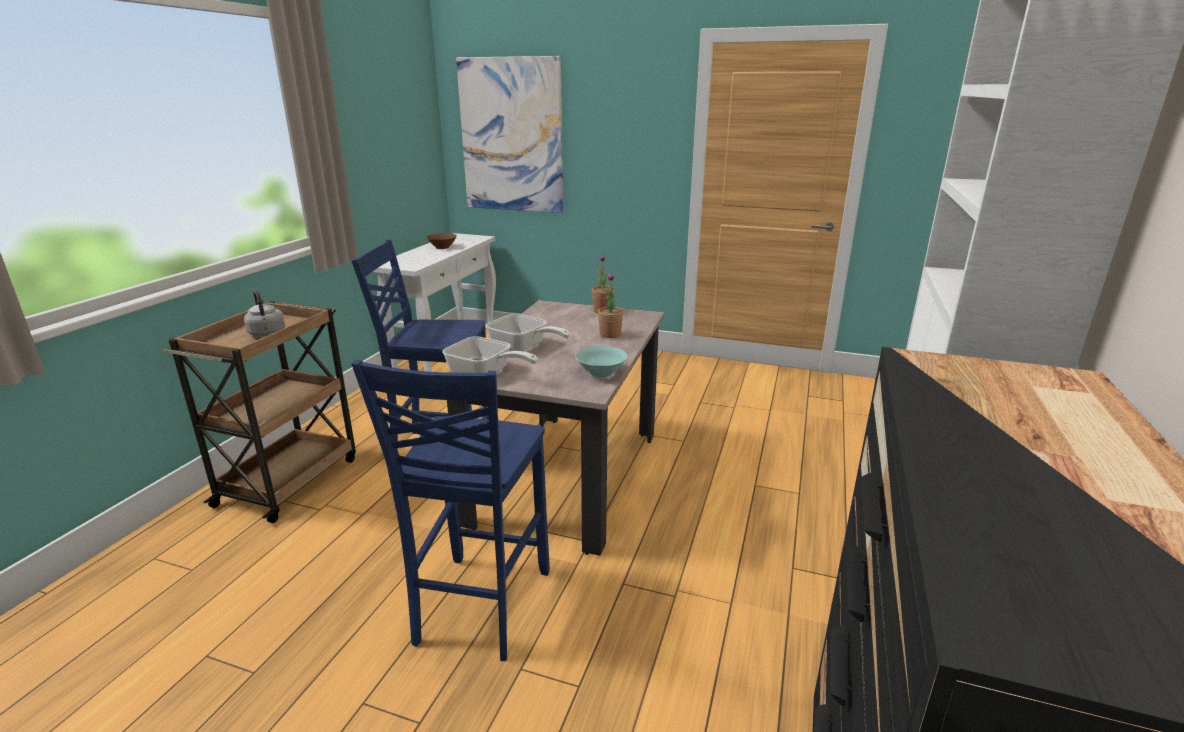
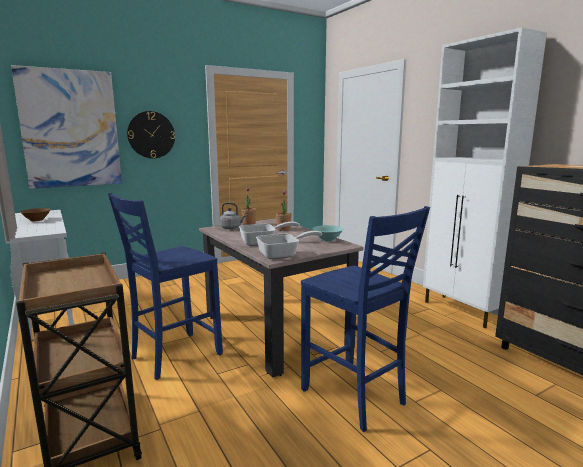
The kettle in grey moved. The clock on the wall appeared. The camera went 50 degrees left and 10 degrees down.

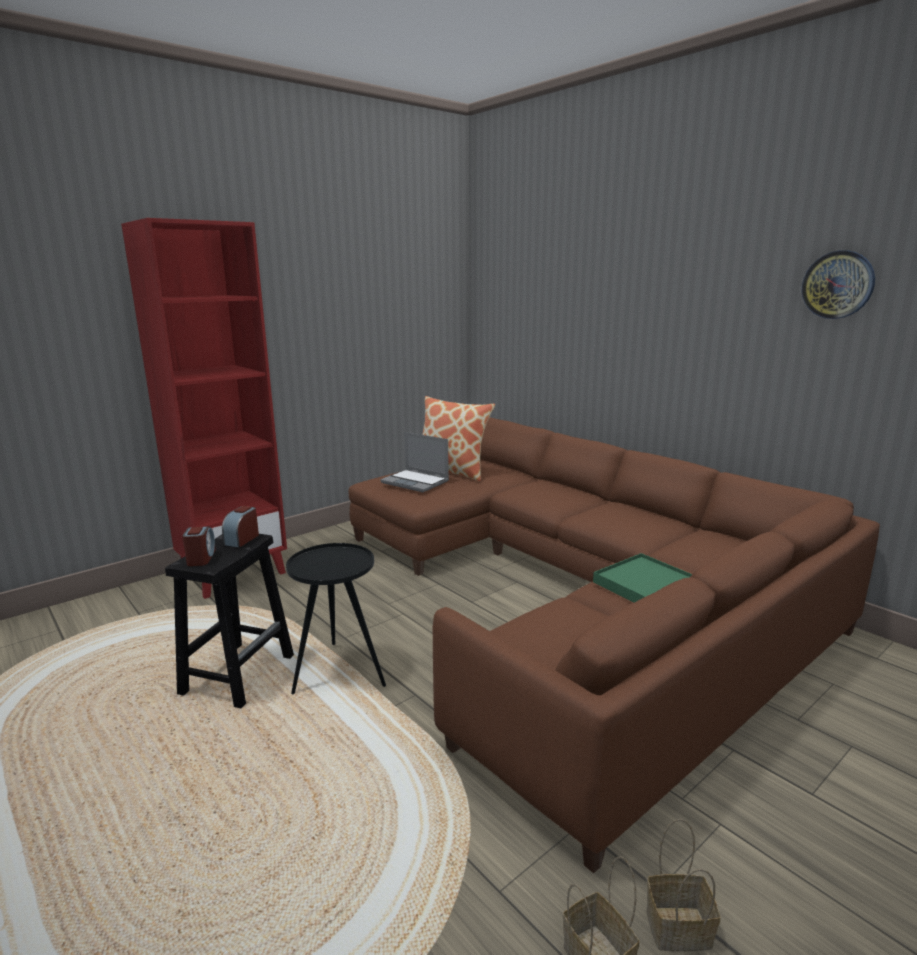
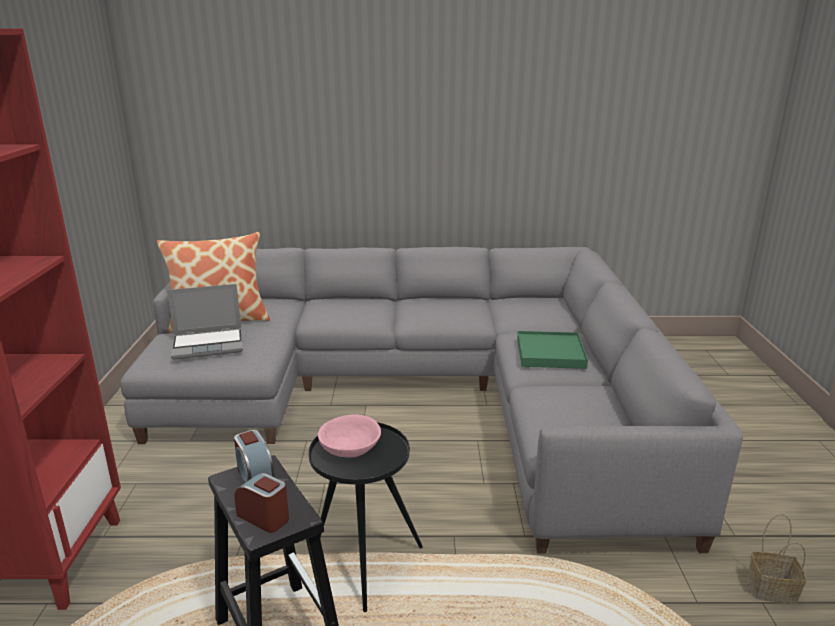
The sofa in brownish became the sofa in grey. The household basket (2nd from left) disappeared. The clock on the wall disappeared. The serving bowl in pink appeared. The camera went 50 degrees left and 5 degrees up.

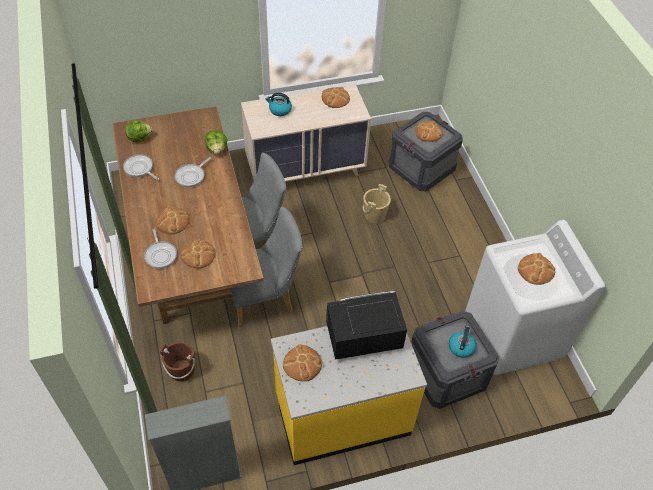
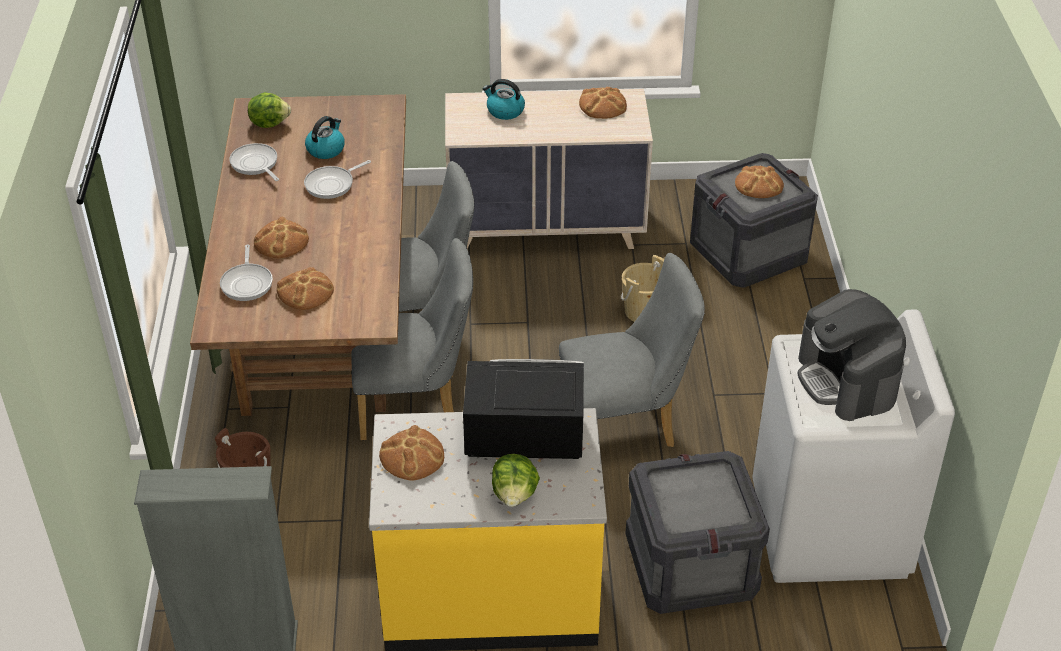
The head of lettuce (2nd from left) moved. The kettle (2nd from left in the first image) moved. The baked bread (6th from left) was replaced by the coffee brewer. The upright chair in grey (3rd from left) appeared. The camera went 15 degrees right and 10 degrees down.

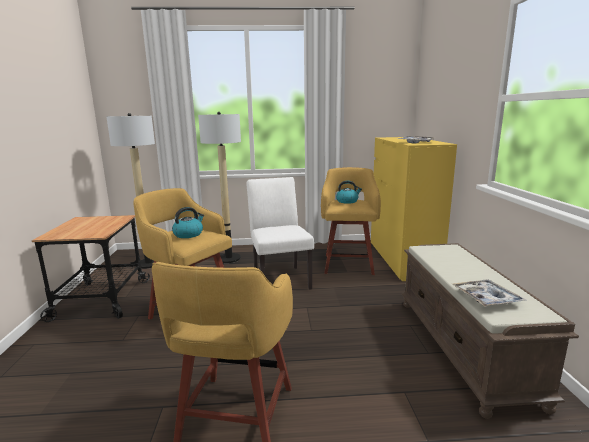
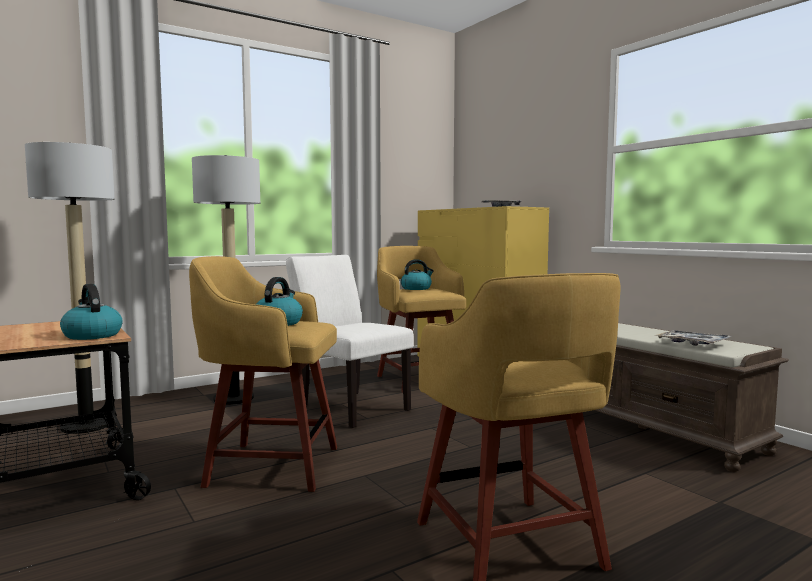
The kettle (1st from left) appeared. The camera went 30 degrees left and 10 degrees down.

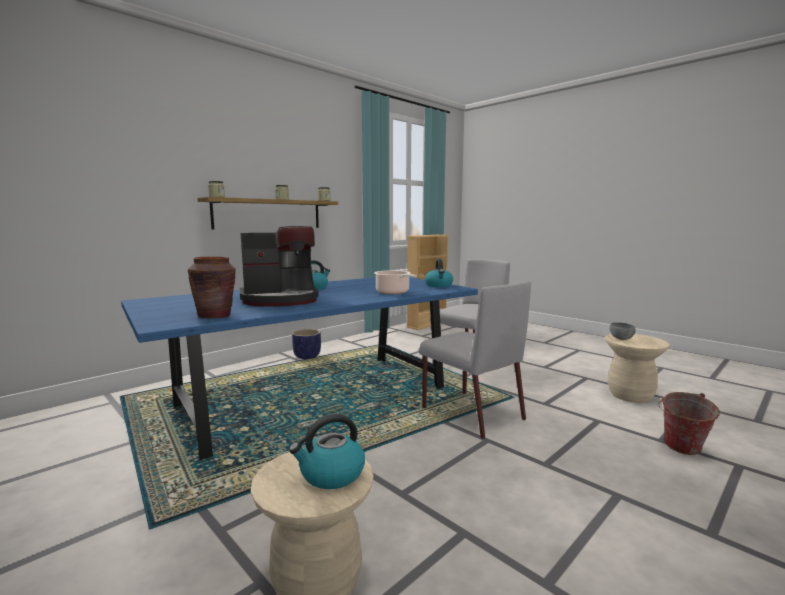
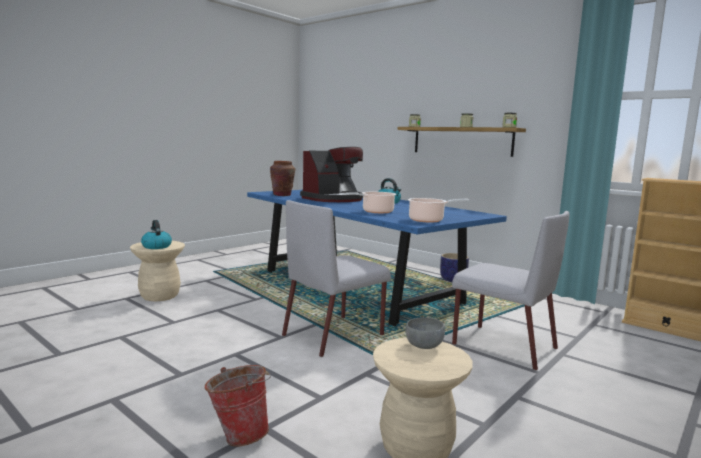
The coffee brewer turned 105 degrees counterclockwise. The kettle (3rd from left) was replaced by the cooking pot (2nd from left). The camera went 85 degrees right and 0 degrees up.

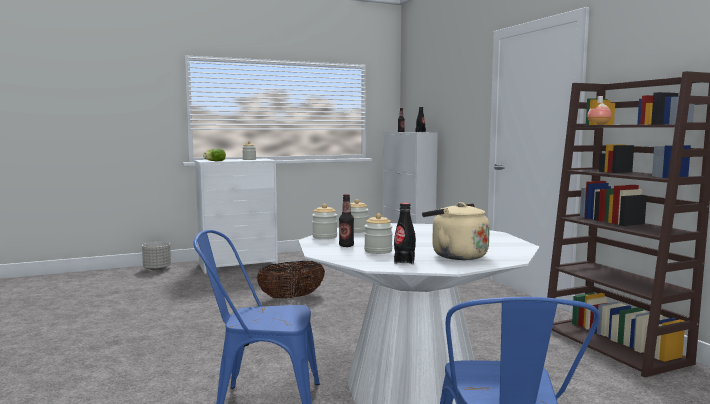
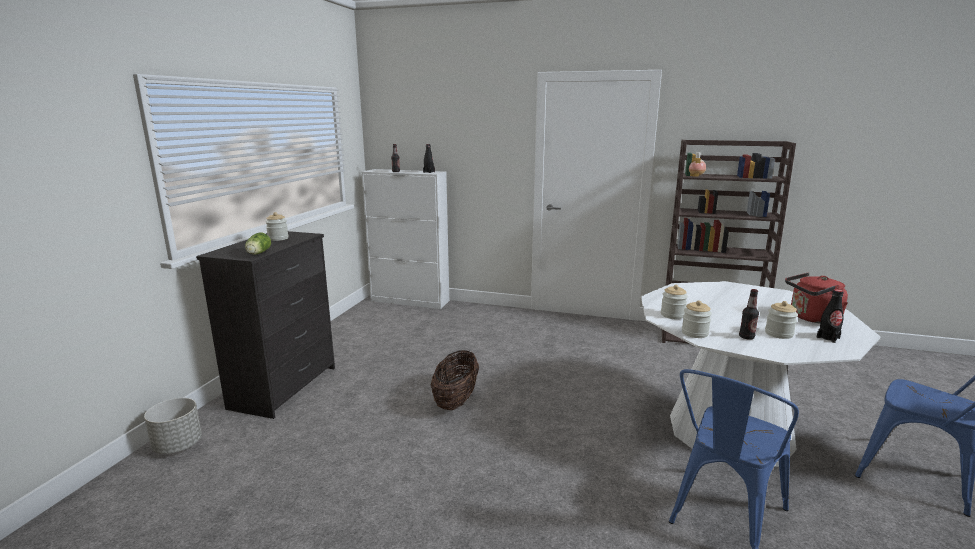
The dresser in whitish became the dresser in black-coloured. The kettle in beige became the kettle in red-coloured. The camera went 50 degrees left and 10 degrees up.

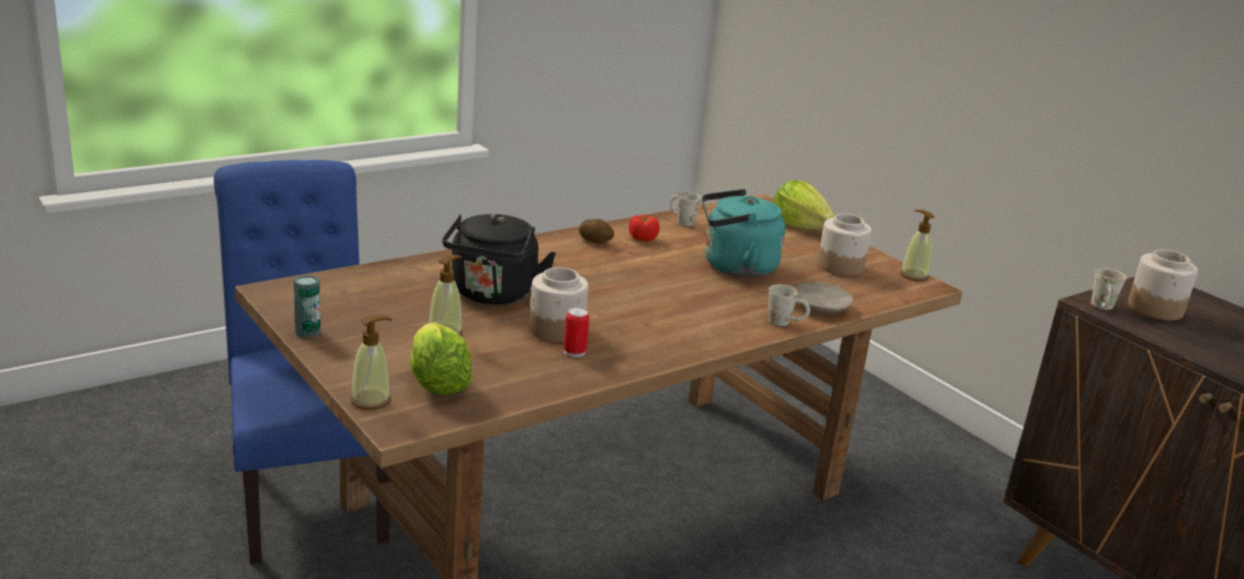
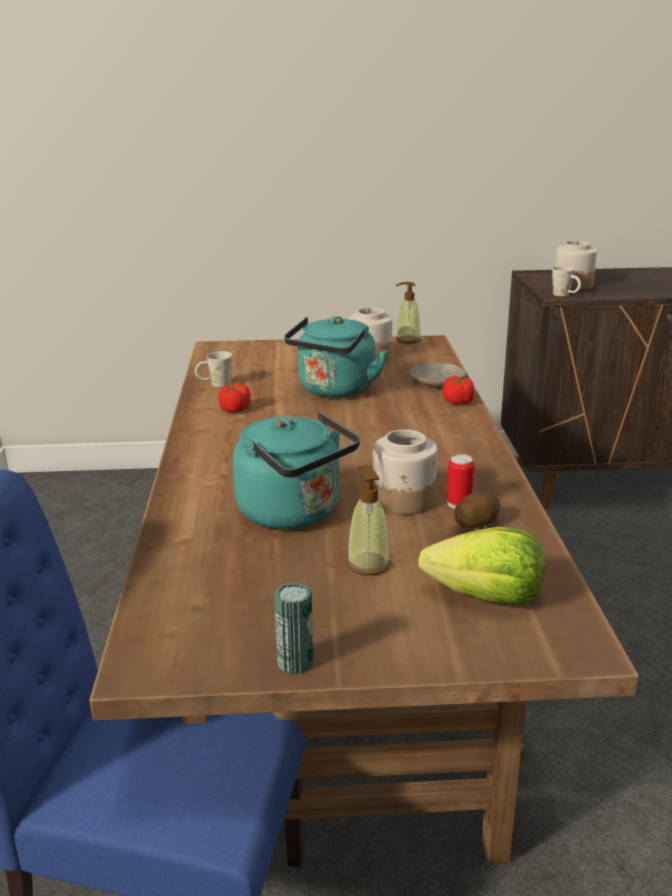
The soap dispenser (1st from left) disappeared. The kettle in black-coloured became the kettle in turquoise-coloured (1st from left). The spud moved. The tea mug in whitish (2nd from left) was replaced by the tomato (2nd from left). The head of lettuce (2nd from left) disappeared. The camera went 55 degrees left and 0 degrees up.

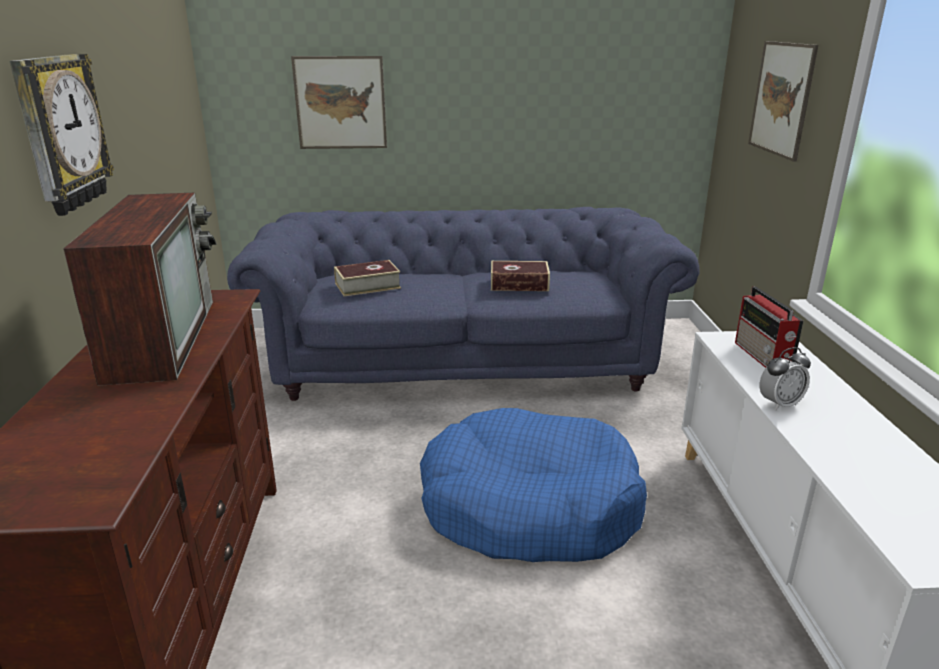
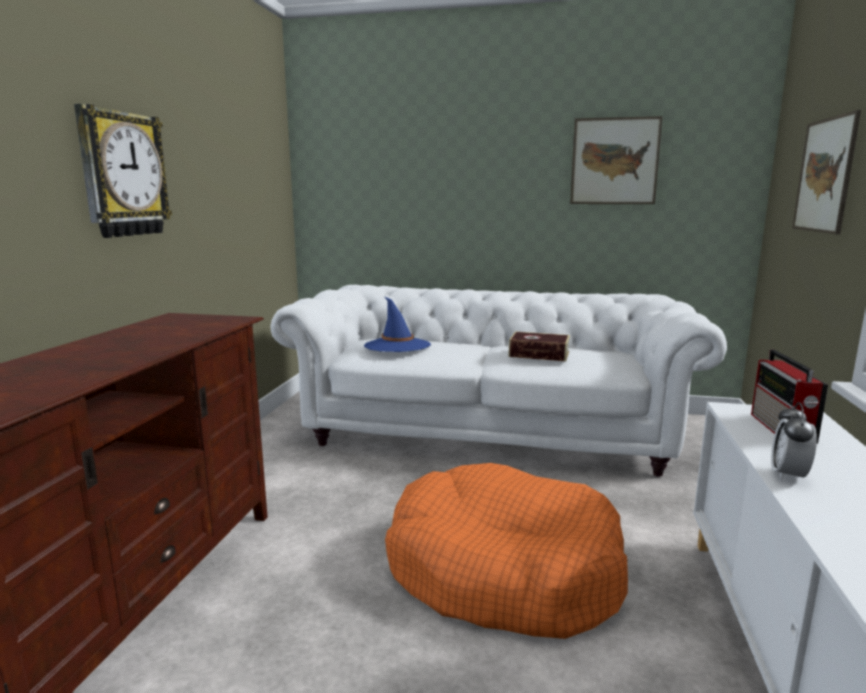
The TV disappeared. The sofa in blue-coloured became the sofa in whitish. The wall art (1st from left) moved. The volume (1st from left) was replaced by the wearable hat in blue-coloured. The dog cushion in blue-coloured became the dog cushion in orange. The table clock turned 120 degrees clockwise. The camera went 15 degrees right and 10 degrees down.

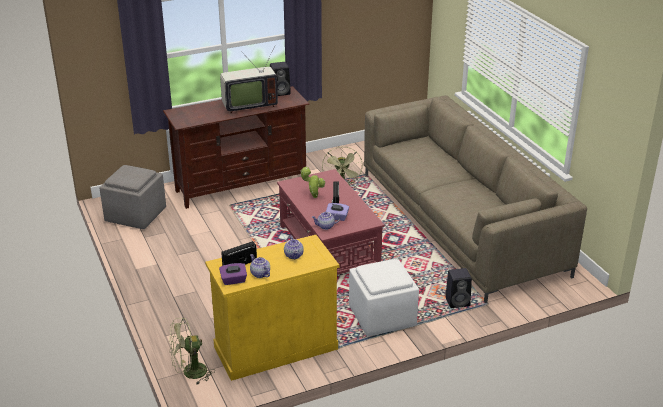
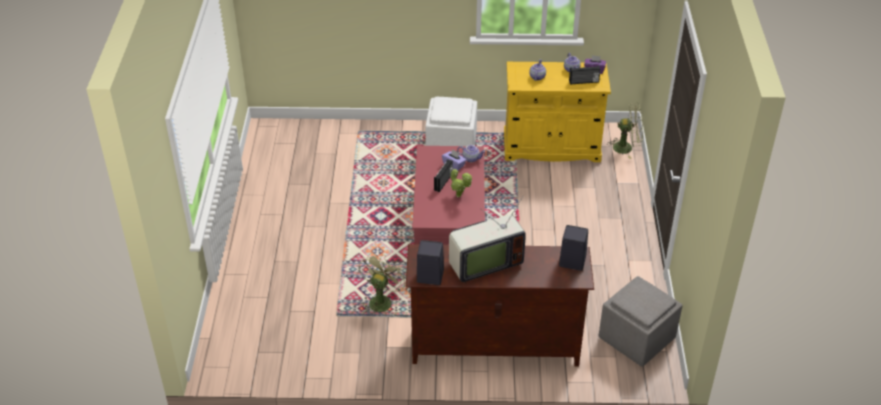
The TV turned 150 degrees clockwise. The sofa in beige disappeared. The loudspeaker in black-coloured (2nd from left) moved. The camera went 155 degrees left and 10 degrees up.

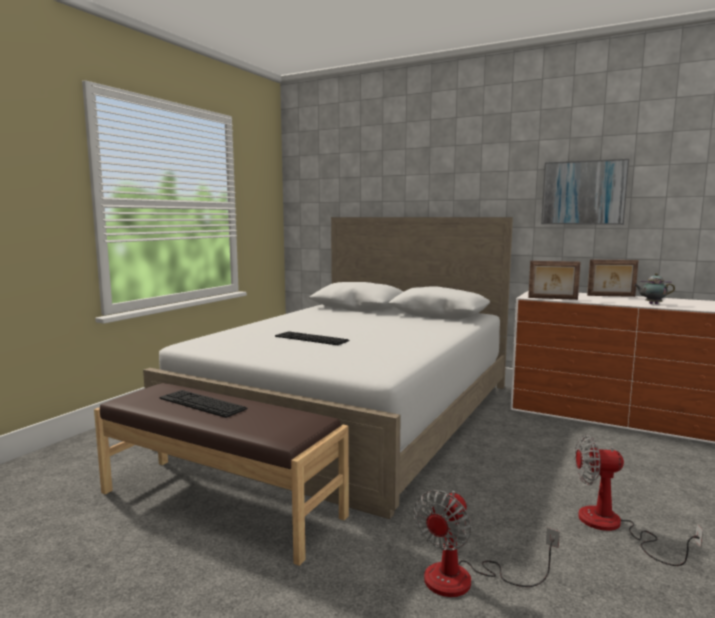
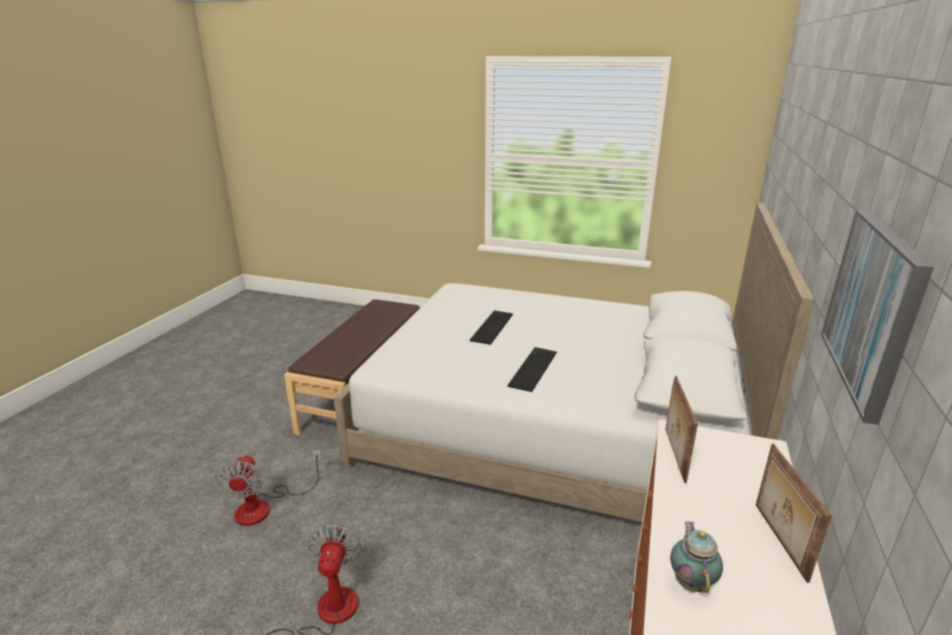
The computer keyboard (1st from left in the first image) moved. The electric fan (1st from left) turned 120 degrees counterclockwise. The camera went 80 degrees right and 15 degrees up.

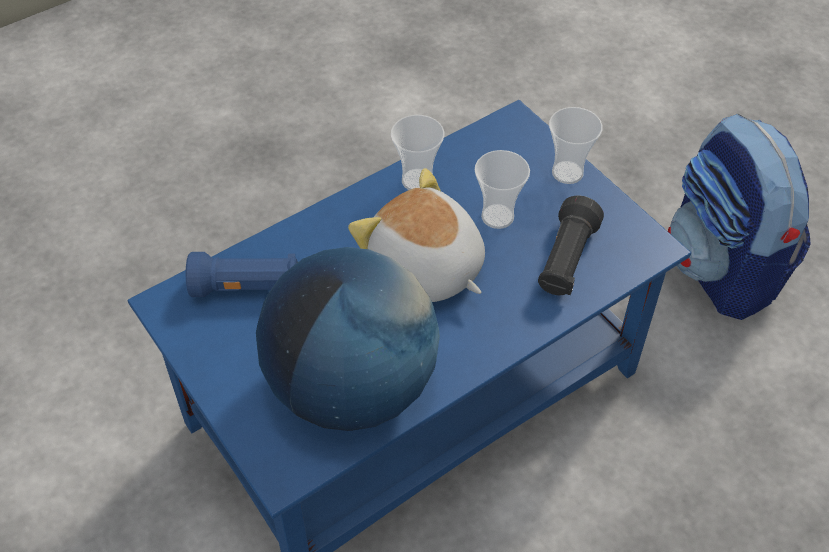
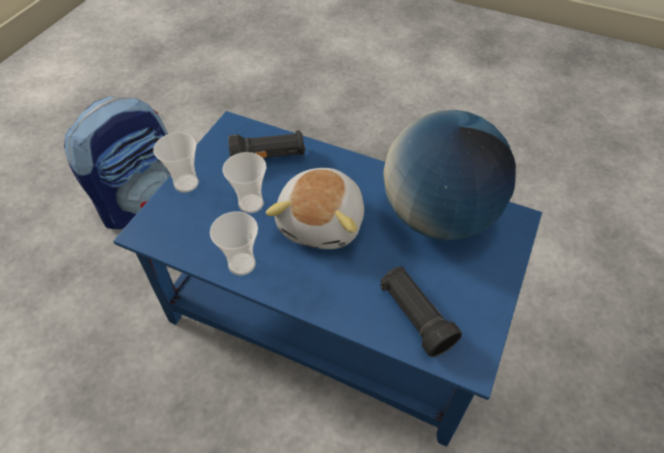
The hand torch in blue-coloured became the hand torch in black-coloured (2nd from left). The camera went 120 degrees left and 0 degrees up.

